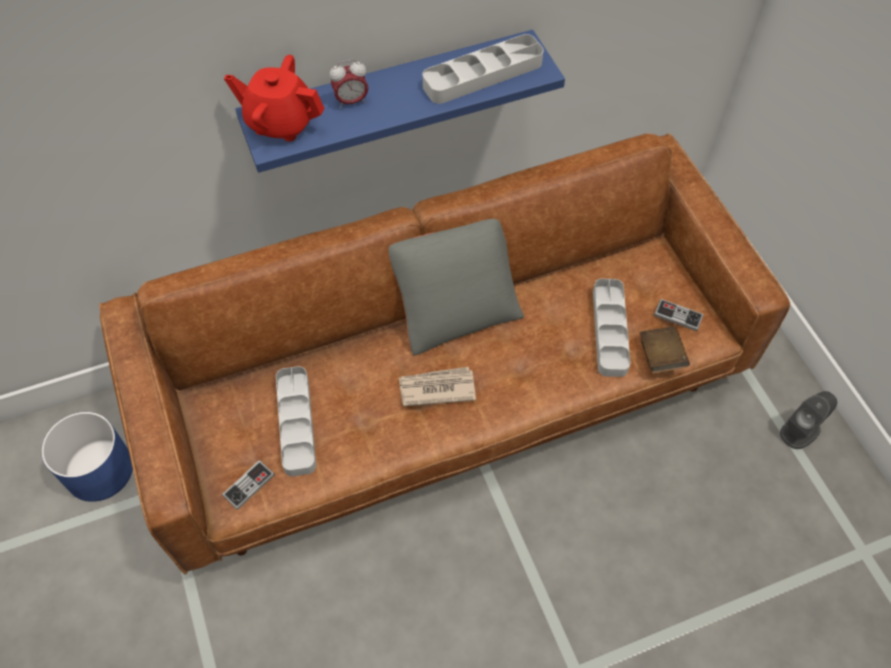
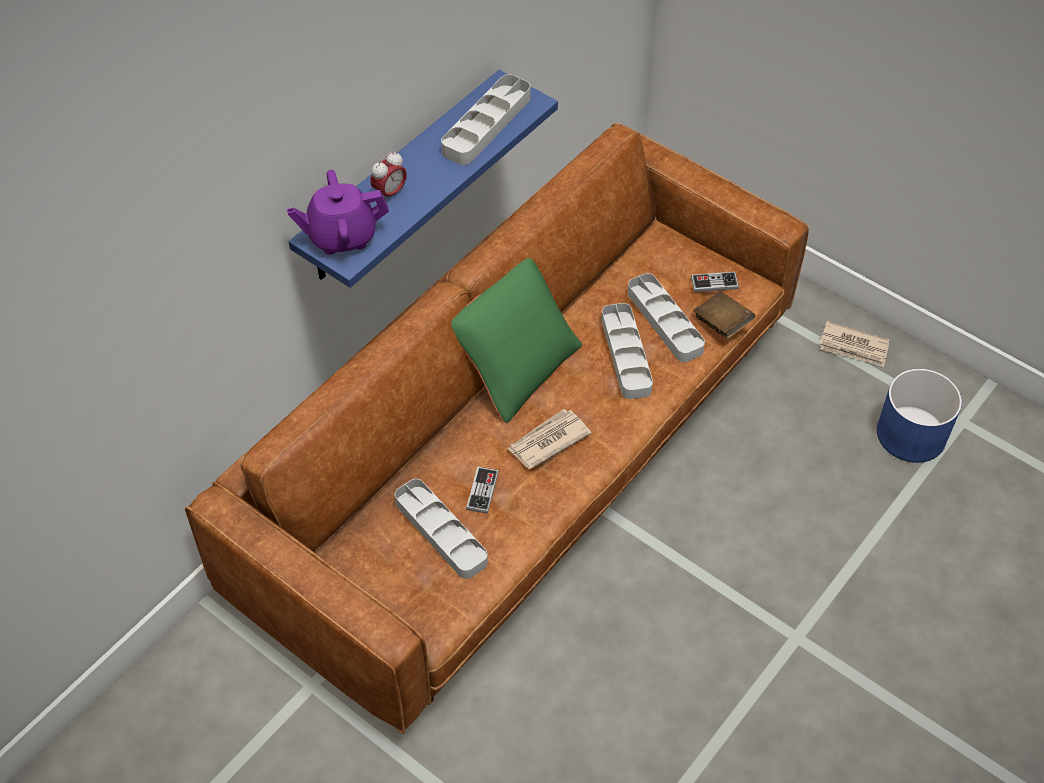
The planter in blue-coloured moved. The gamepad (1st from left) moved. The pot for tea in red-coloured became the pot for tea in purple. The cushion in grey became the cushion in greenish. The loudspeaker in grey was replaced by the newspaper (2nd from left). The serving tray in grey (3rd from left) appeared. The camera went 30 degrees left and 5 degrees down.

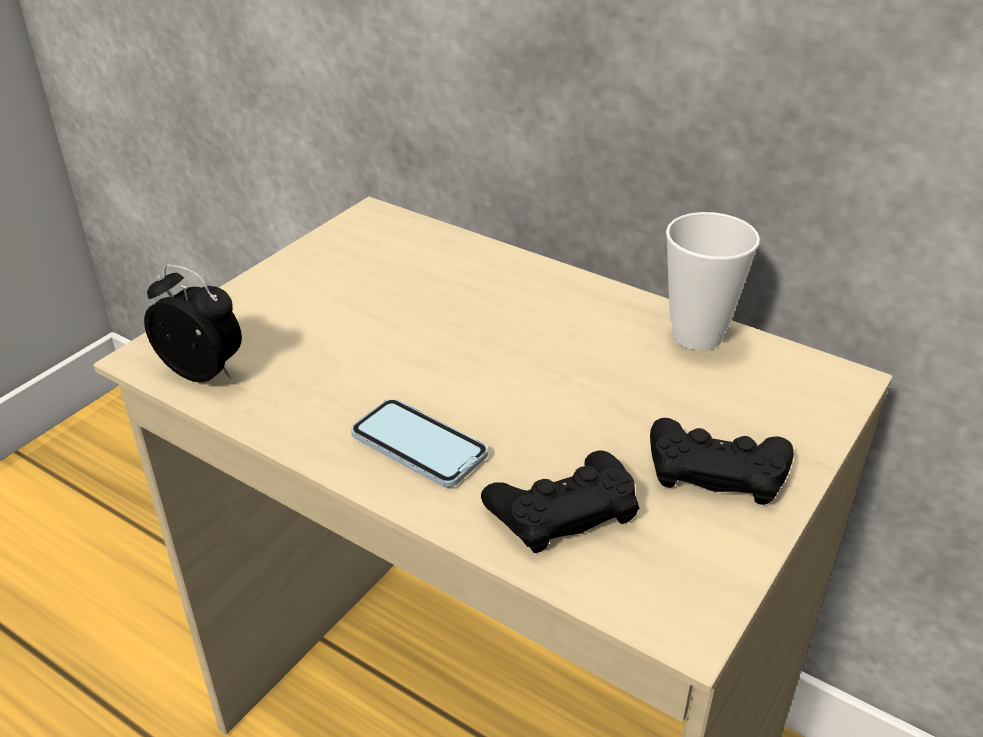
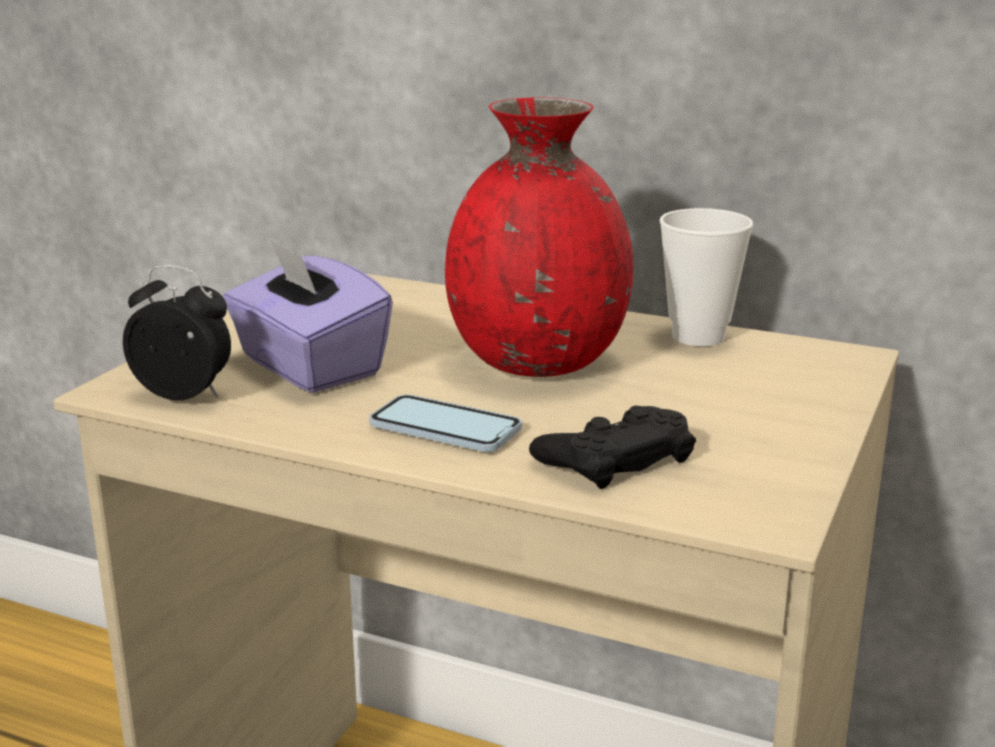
The gamepad in black-coloured (2nd from left) disappeared. The box of tissues in purple appeared. The decorative vase in red-coloured appeared. The camera went 10 degrees left and 15 degrees down.

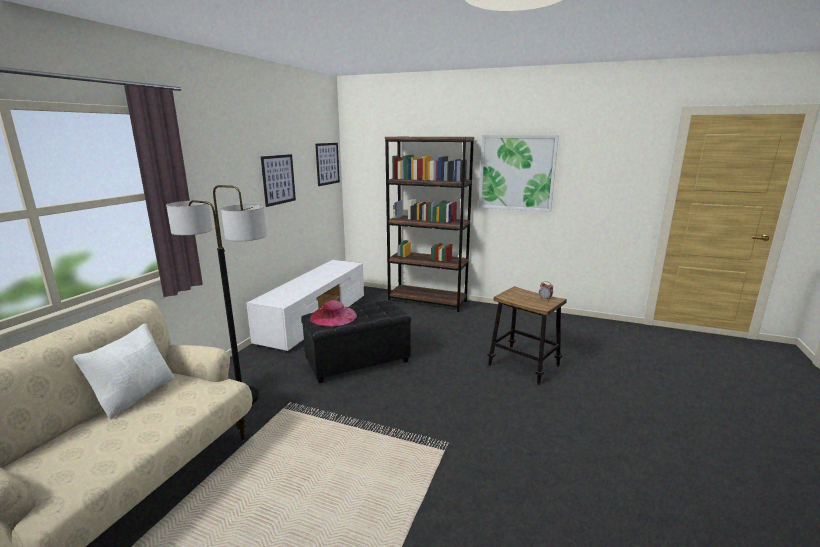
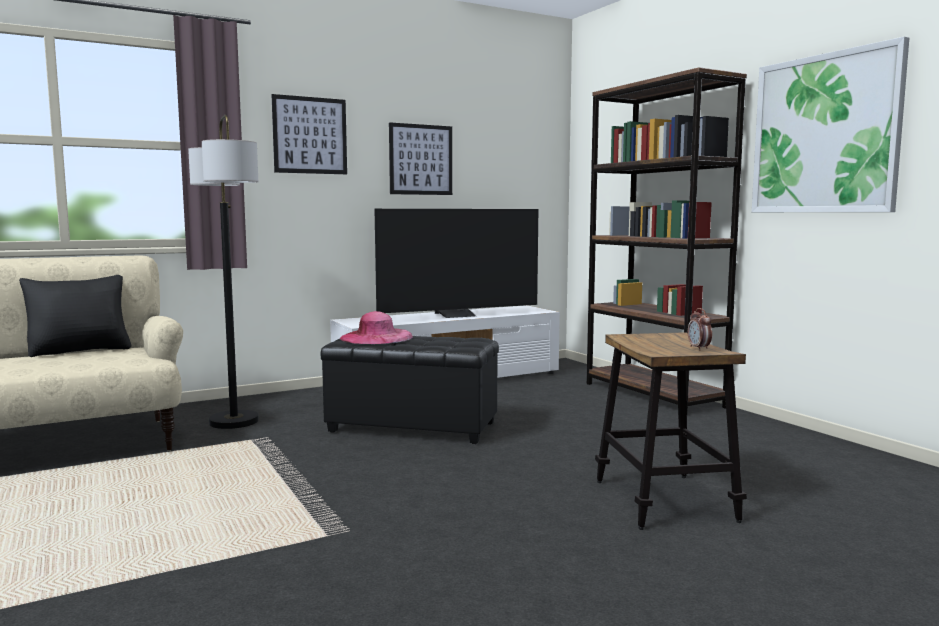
The cushion in whitish became the cushion in black-coloured. The wall art (2nd from left in the first image) moved. The TV appeared. The camera went 40 degrees right and 10 degrees down.

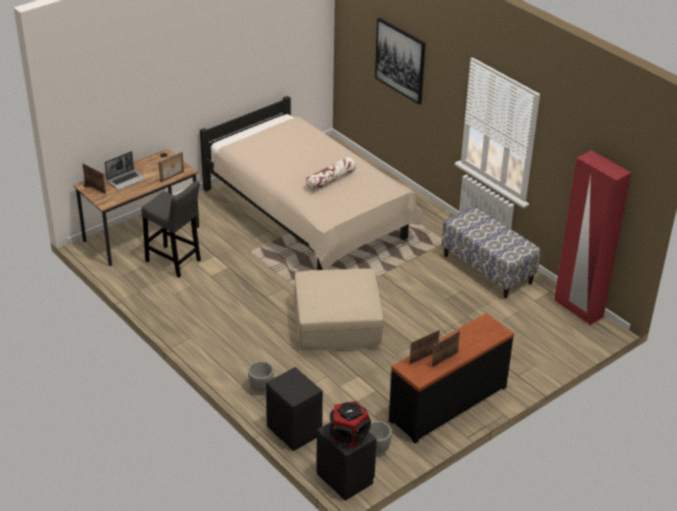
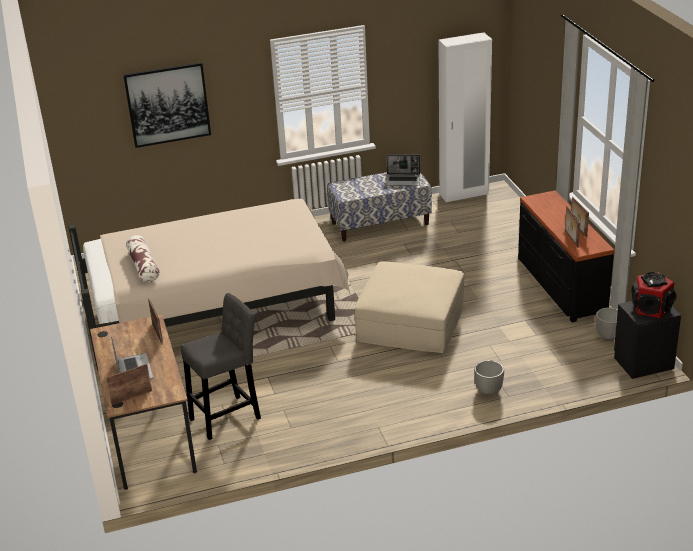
The bedside table in black-coloured (1st from left) disappeared. The cushion moved. The armoire in red-coloured became the armoire in whitish. The laptop (2nd from left) appeared. The camera went 65 degrees left and 5 degrees down.

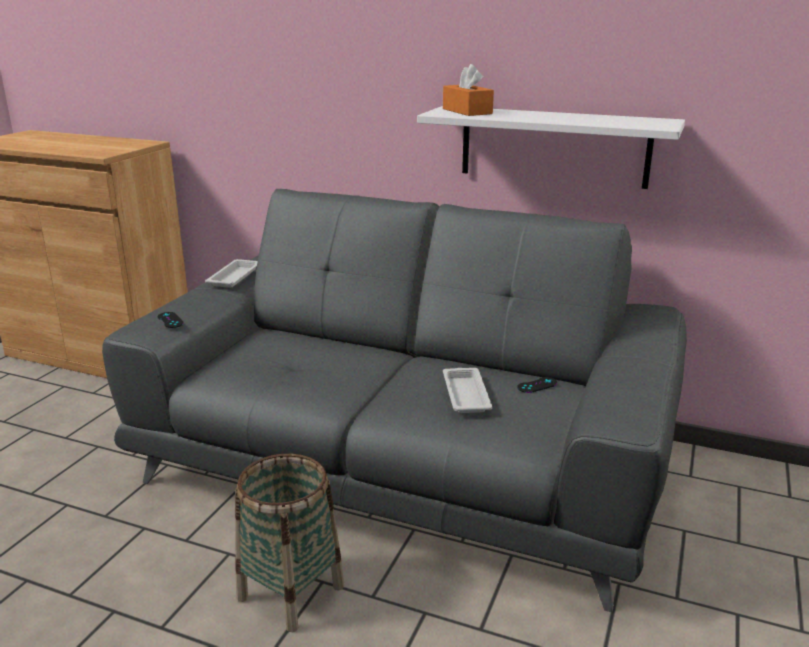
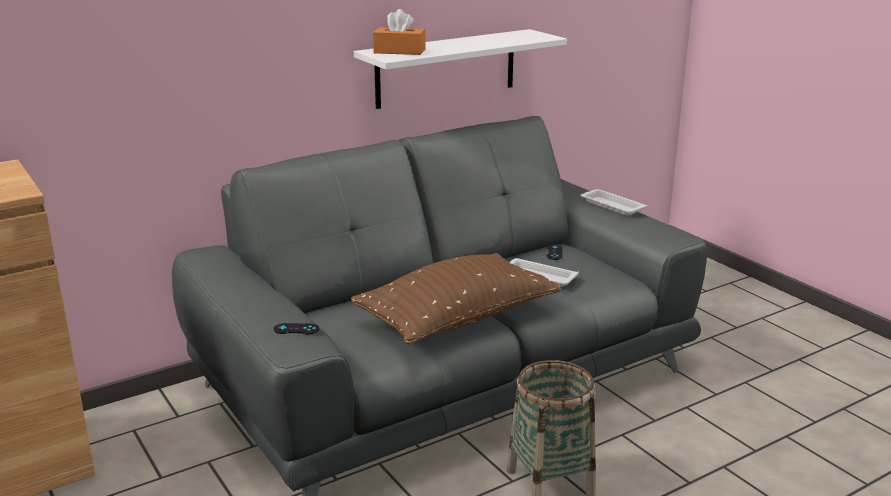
The serving tray in whitish (1st from left in the first image) moved. The cushion in brownish appeared. The camera went 55 degrees left and 0 degrees up.

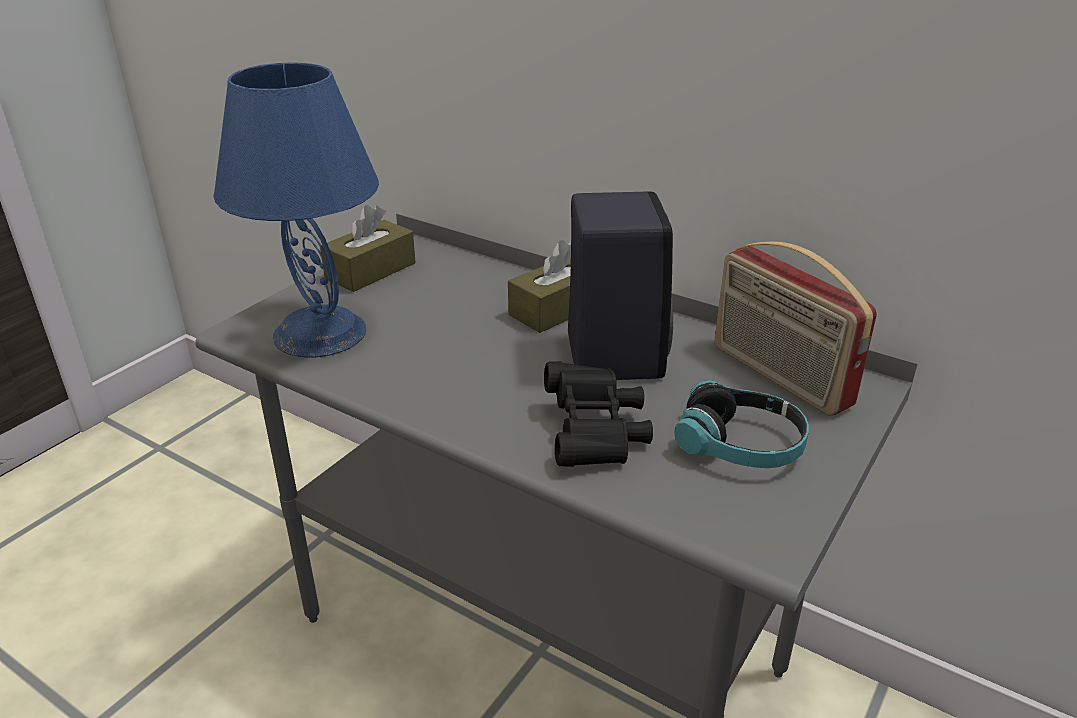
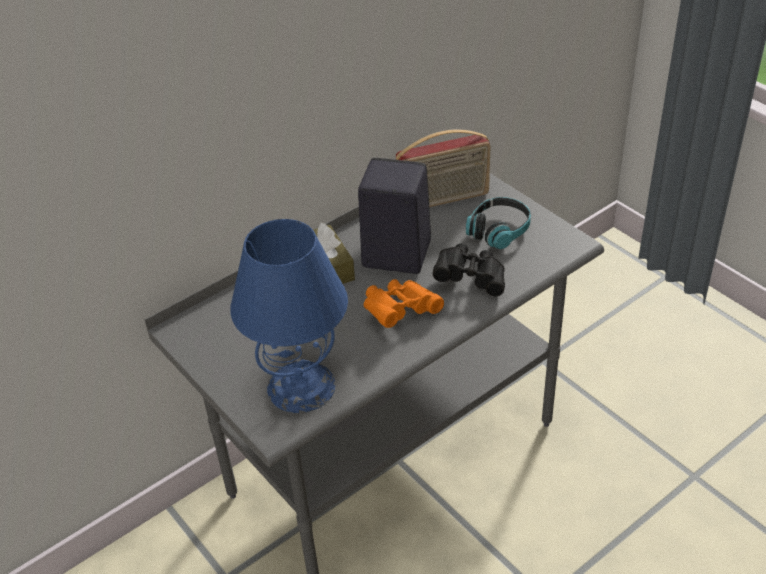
The box of tissues in brownish (1st from left) disappeared. The field glasses in orange appeared. The camera went 70 degrees left and 10 degrees up.

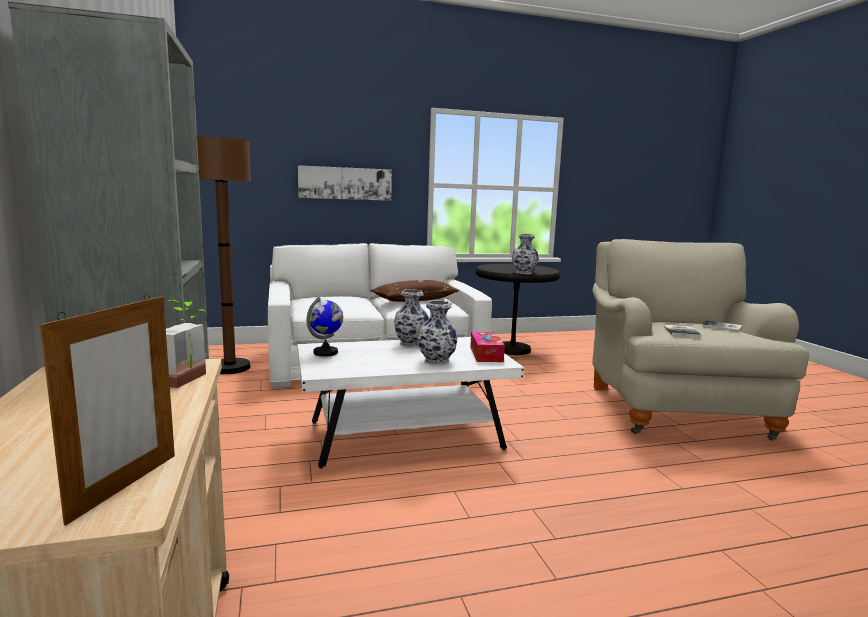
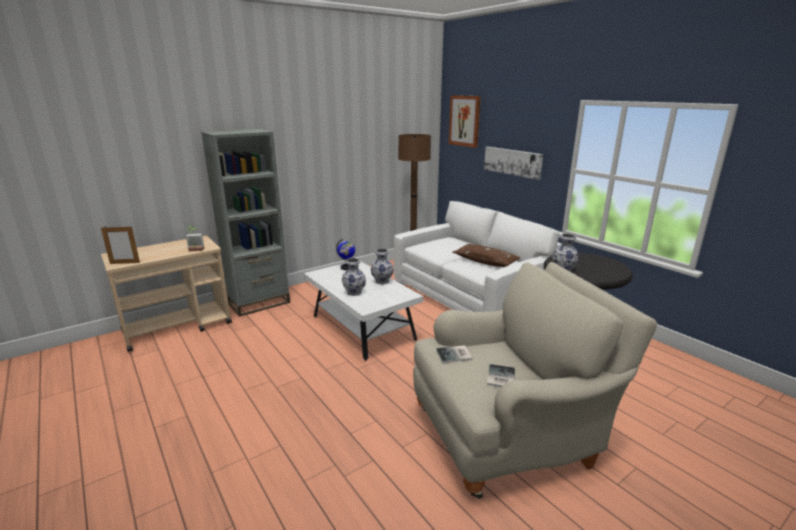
The box of tissues disappeared. The wall art (1st from left) appeared. The camera went 70 degrees right and 10 degrees up.

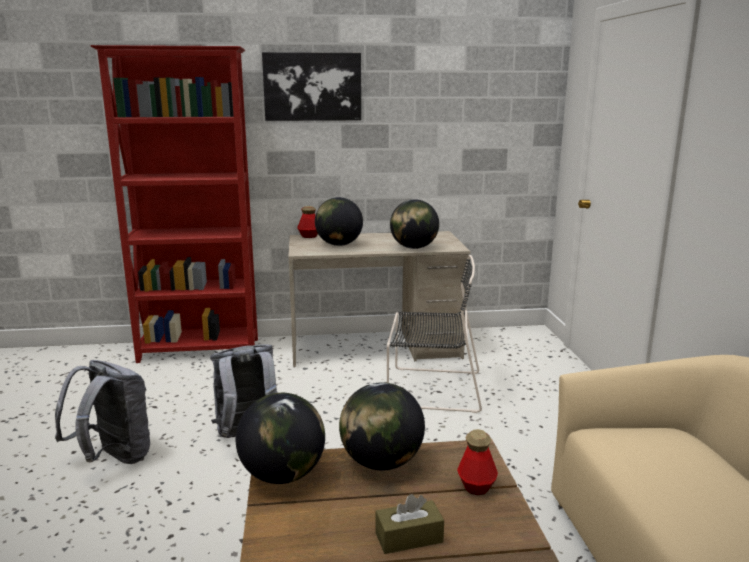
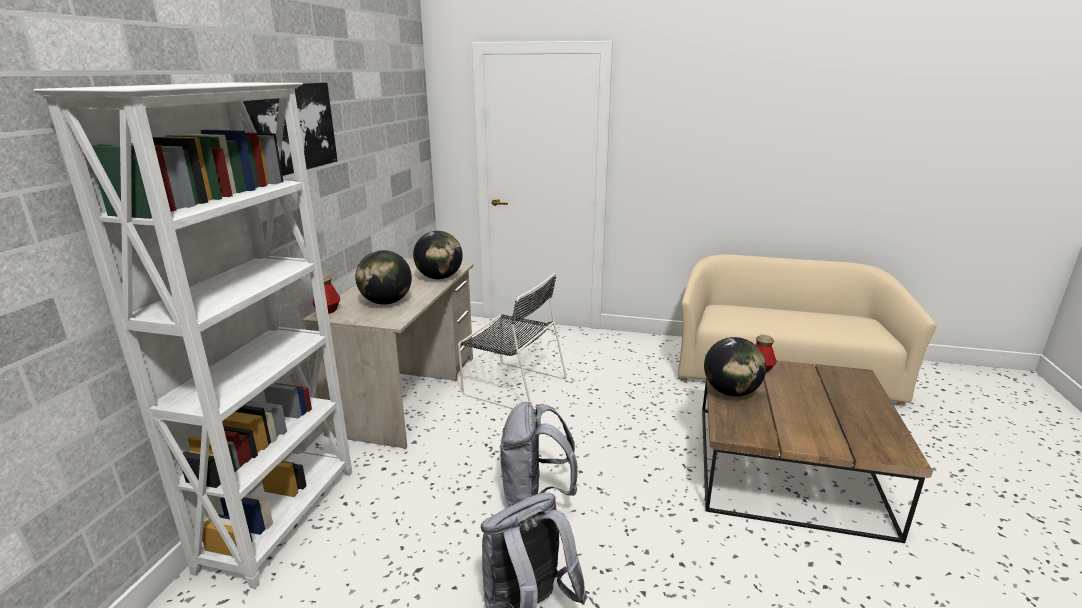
The shelving unit in red-coloured became the shelving unit in whitish. The world globe (1st from left) disappeared. The box of tissues in brownish disappeared. The upright chair in black-coloured turned 90 degrees clockwise. The camera went 70 degrees left and 5 degrees up.

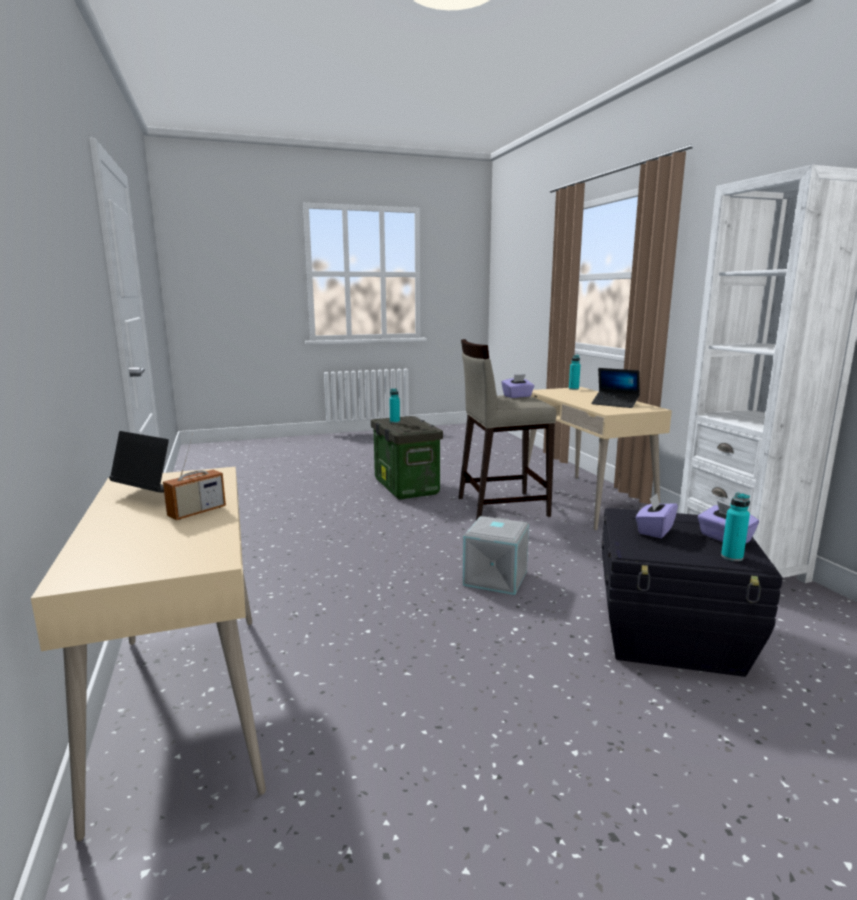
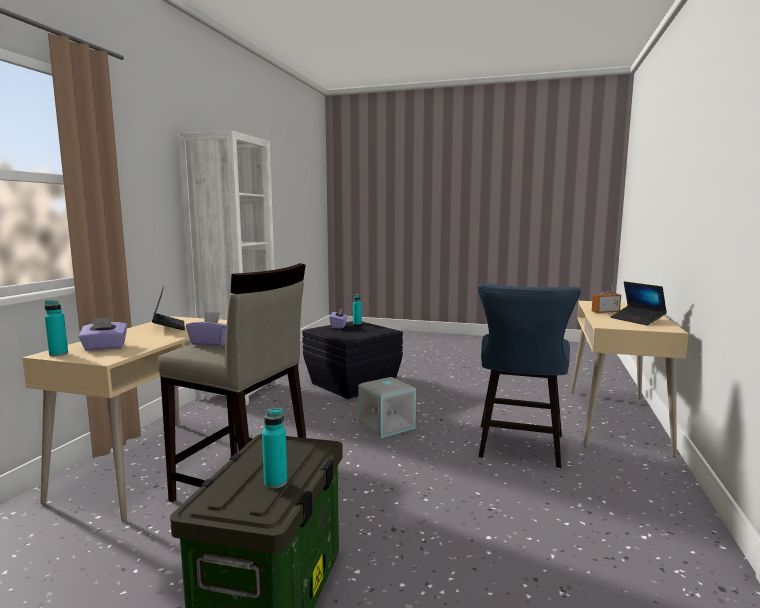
The box of tissues in purple (2nd from left in the first image) moved. The upright chair in blue-coloured appeared. The camera went 145 degrees left and 5 degrees down.

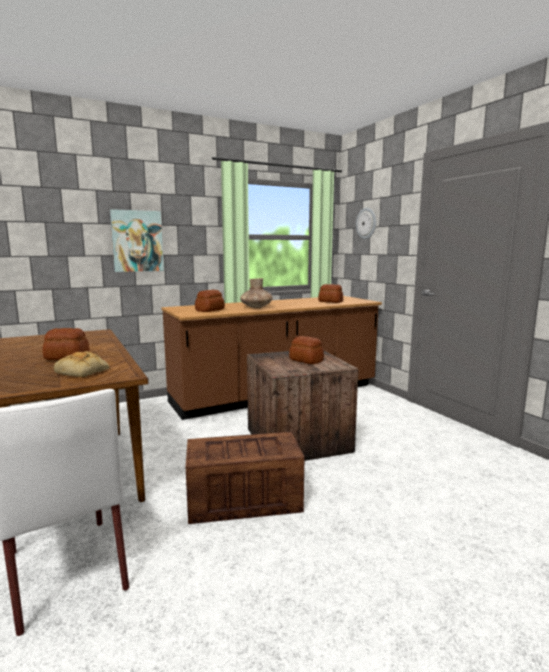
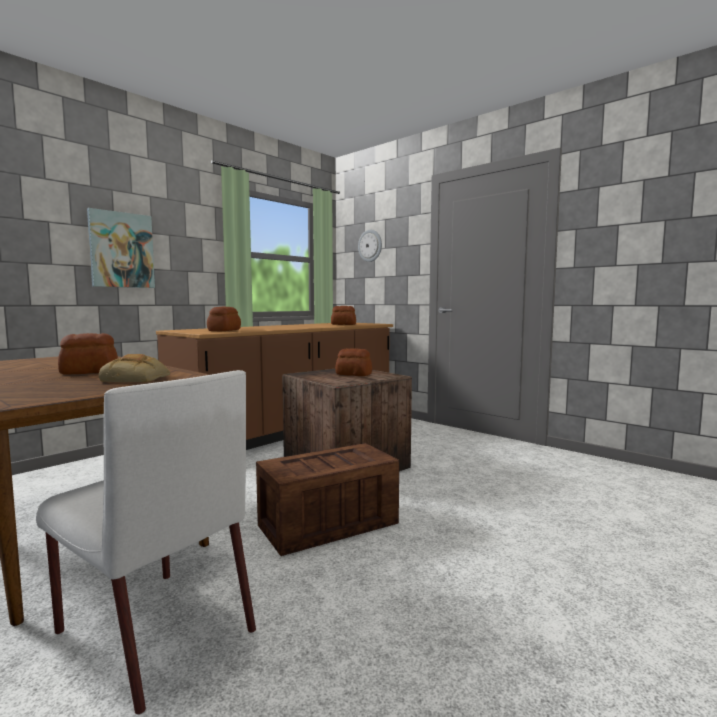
The decorative vase in brownish disappeared. The camera went 20 degrees left and 5 degrees down.

